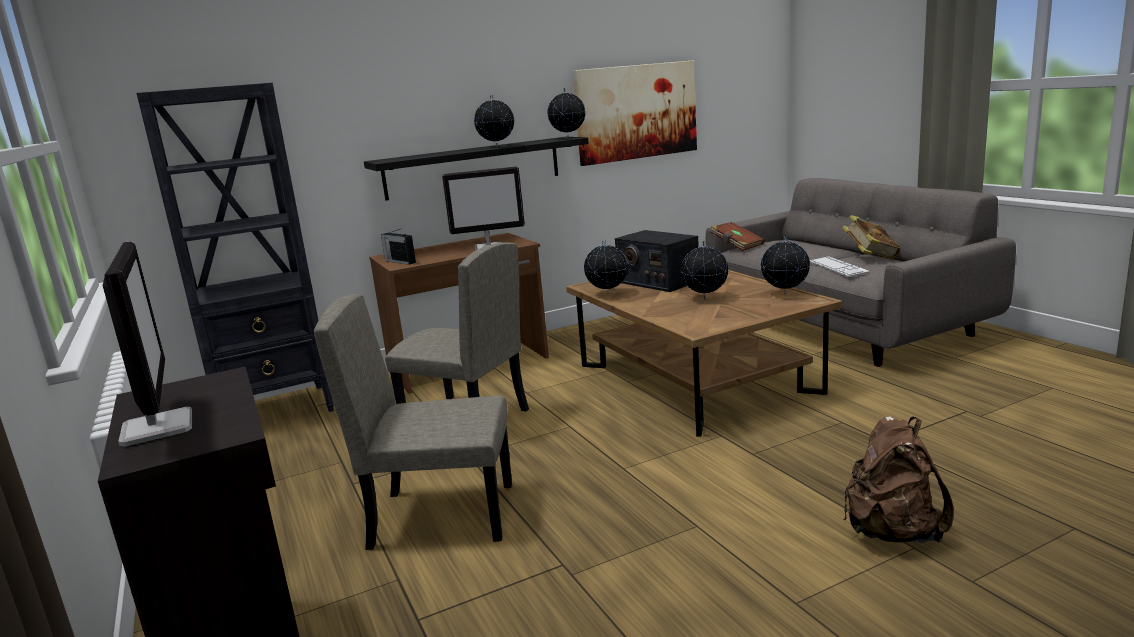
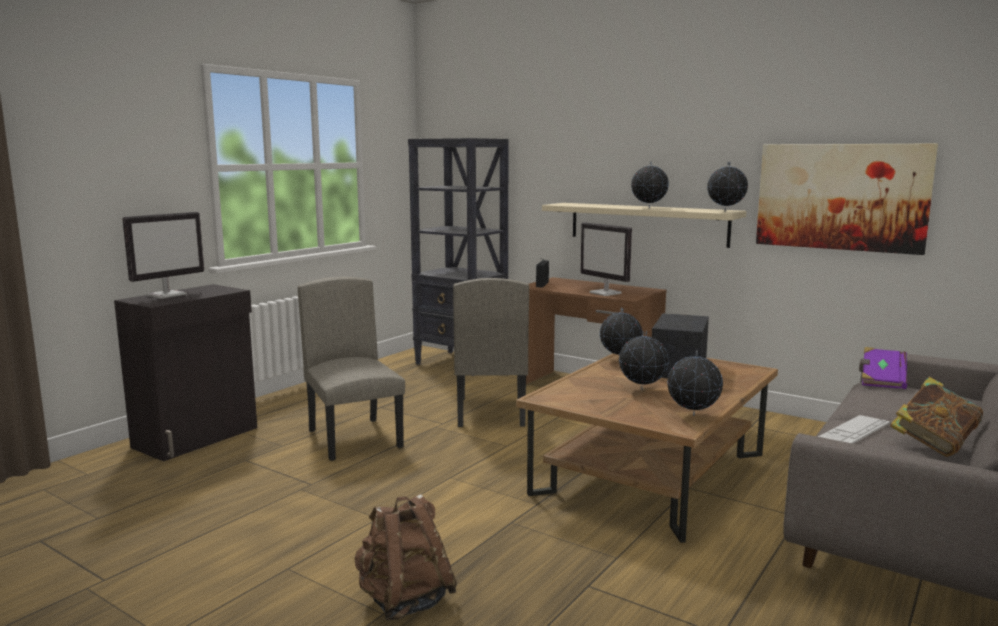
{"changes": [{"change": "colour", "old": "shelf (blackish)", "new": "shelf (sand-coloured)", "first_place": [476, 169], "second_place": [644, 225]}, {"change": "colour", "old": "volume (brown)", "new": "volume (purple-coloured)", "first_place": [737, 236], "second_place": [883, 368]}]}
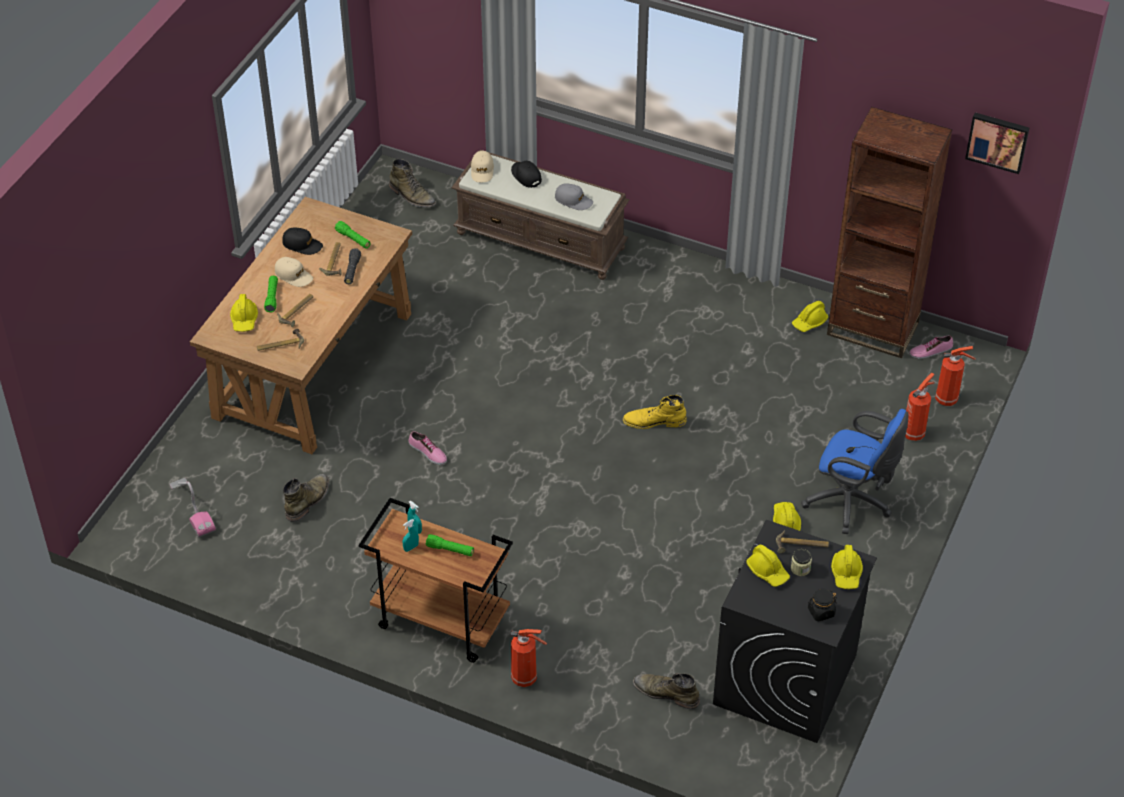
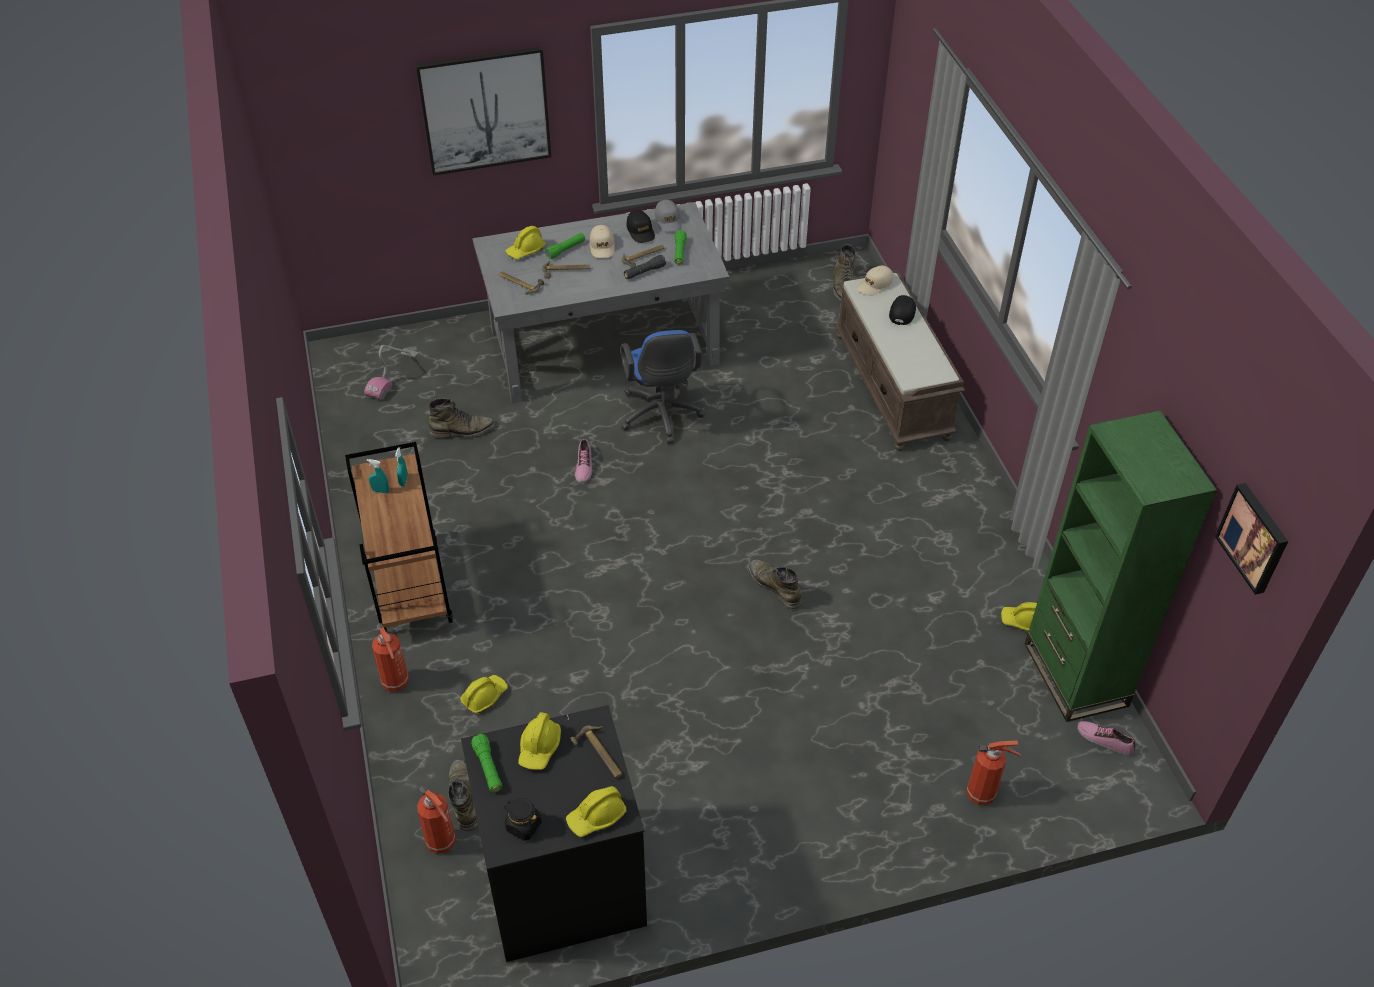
{"changes": [{"change": "colour", "old": "desk table (brown)", "new": "desk table (gray)", "first_place": [301, 325], "second_place": [601, 302]}, {"change": "relocated", "old": "torch (green)", "first_place": [449, 545], "second_place": [486, 763]}, {"change": "relocated", "old": "cap (gray)", "first_place": [574, 196], "second_place": [668, 216]}, {"change": "colour", "old": "boot (yellow)", "new": "boot (green)", "first_place": [655, 412], "second_place": [775, 584]}, {"change": "relocated", "old": "safety helmet (yellow)", "first_place": [787, 516], "second_place": [484, 694]}, {"change": "missing", "old": "storage jar", "first_place": [801, 562]}, {"change": "relocated", "old": "desk chair (blue-coloured)", "first_place": [854, 471], "second_place": [663, 387]}, {"change": "colour", "old": "shelving unit (brown)", "new": "shelving unit (green)", "first_place": [889, 232], "second_place": [1121, 566]}, {"change": "relocated", "old": "extinguisher", "first_place": [955, 376], "second_place": [436, 819]}, {"change": "appeared", "new": "picture", "second_place": [483, 111]}]}
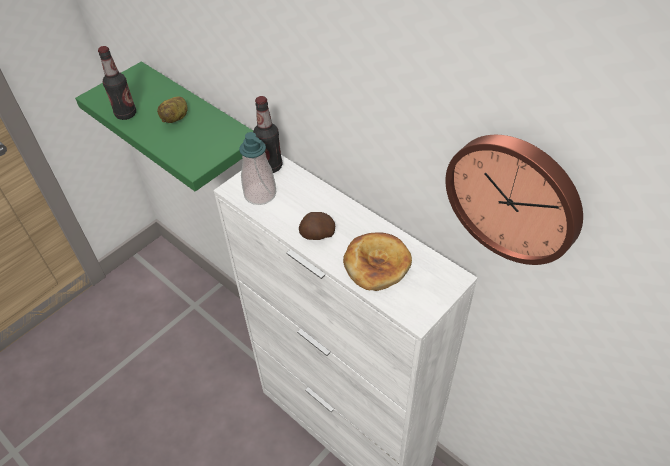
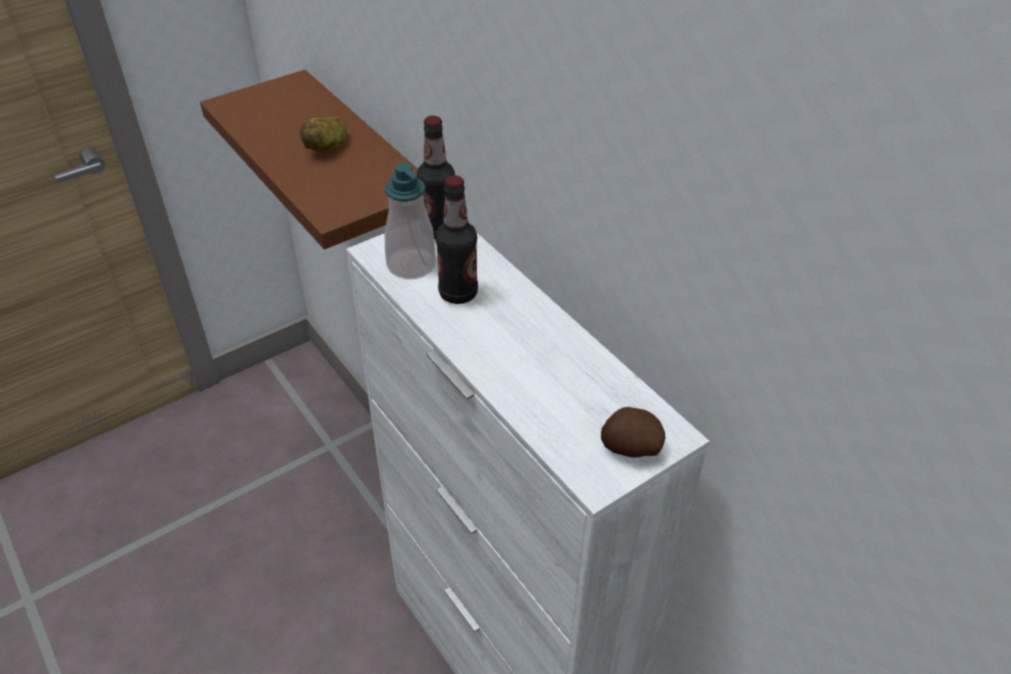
{"changes": [{"change": "colour", "old": "shelf (green)", "new": "shelf (brown)", "first_place": [164, 126], "second_place": [309, 160]}, {"change": "relocated", "old": "beverage bottle", "first_place": [117, 83], "second_place": [456, 239]}, {"change": "relocated", "old": "potato", "first_place": [317, 226], "second_place": [633, 432]}, {"change": "missing", "old": "bakery bread", "first_place": [377, 261]}, {"change": "missing", "old": "clock on the wall", "first_place": [514, 200]}]}
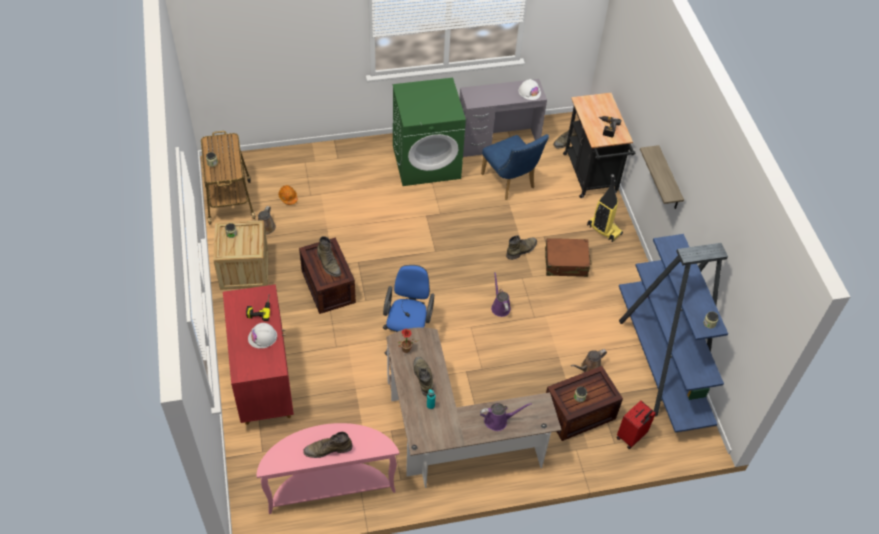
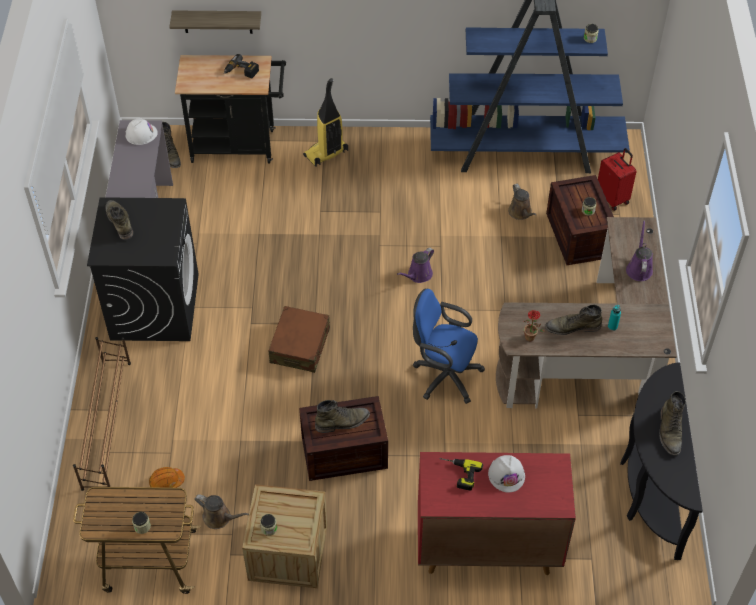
{"changes": [{"change": "colour", "old": "narrow table (pinkish)", "new": "narrow table (blackish)", "first_place": [328, 468], "second_place": [661, 461]}, {"change": "colour", "old": "washing machine (green)", "new": "washing machine (blackish)", "first_place": [429, 132], "second_place": [143, 269]}, {"change": "missing", "old": "upright chair (blue-coloured)", "first_place": [515, 167]}, {"change": "spun", "old": "watering pot (purple-coloured)", "first_place": [501, 294], "second_place": [415, 265], "degrees": -45}, {"change": "relocated", "old": "boot (green)", "first_place": [521, 247], "second_place": [119, 220]}, {"change": "relocated", "old": "suitcase (brown)", "first_place": [568, 257], "second_place": [299, 339]}, {"change": "relocated", "old": "shelf", "first_place": [662, 177], "second_place": [215, 22]}, {"change": "appeared", "new": "shoe rack (brown)", "second_place": [102, 414]}]}
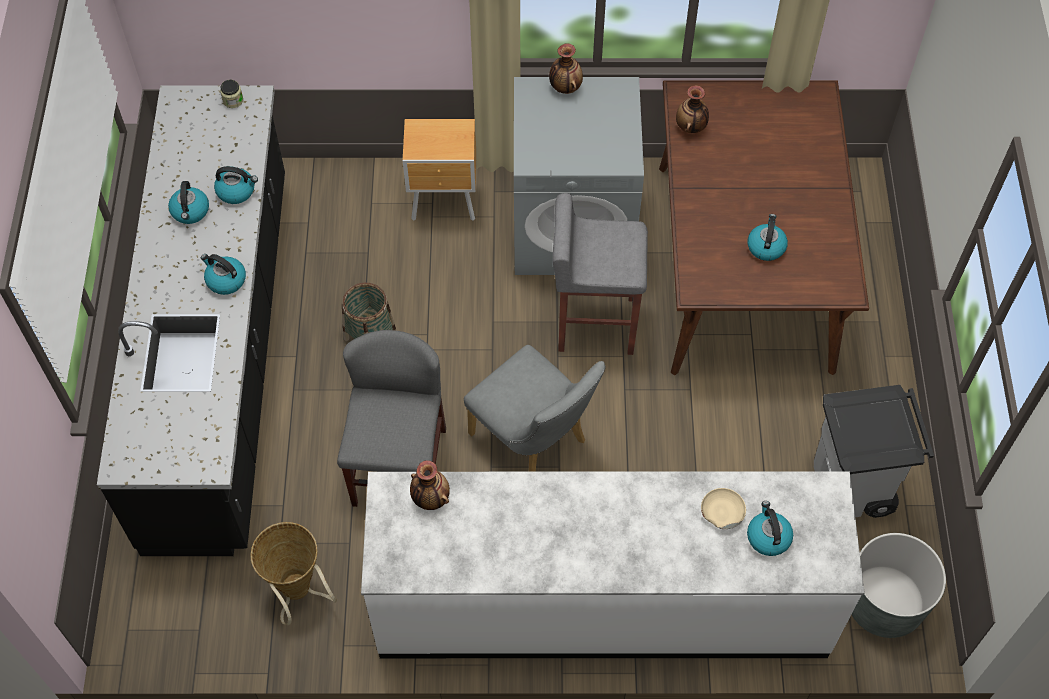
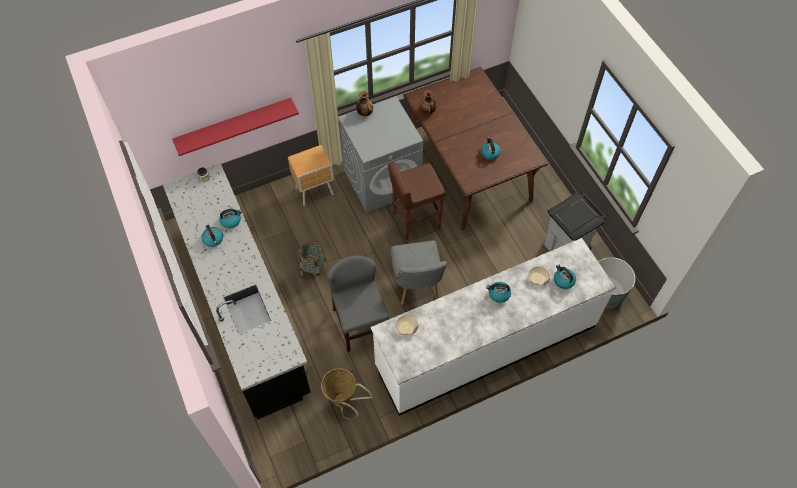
{"changes": [{"change": "relocated", "old": "tea kettle", "first_place": [223, 274], "second_place": [498, 292]}, {"change": "exchanged", "old": "vase", "new": "bowl (sand-coloured)", "first_place": [430, 485], "second_place": [407, 325]}, {"change": "spun", "old": "upright chair (gray)", "first_place": [535, 408], "second_place": [419, 273], "degrees": 60}, {"change": "colour", "old": "sitting stool (gray)", "new": "sitting stool (brown)", "first_place": [600, 274], "second_place": [417, 201]}, {"change": "appeared", "new": "shelf (reddish)", "second_place": [235, 127]}]}
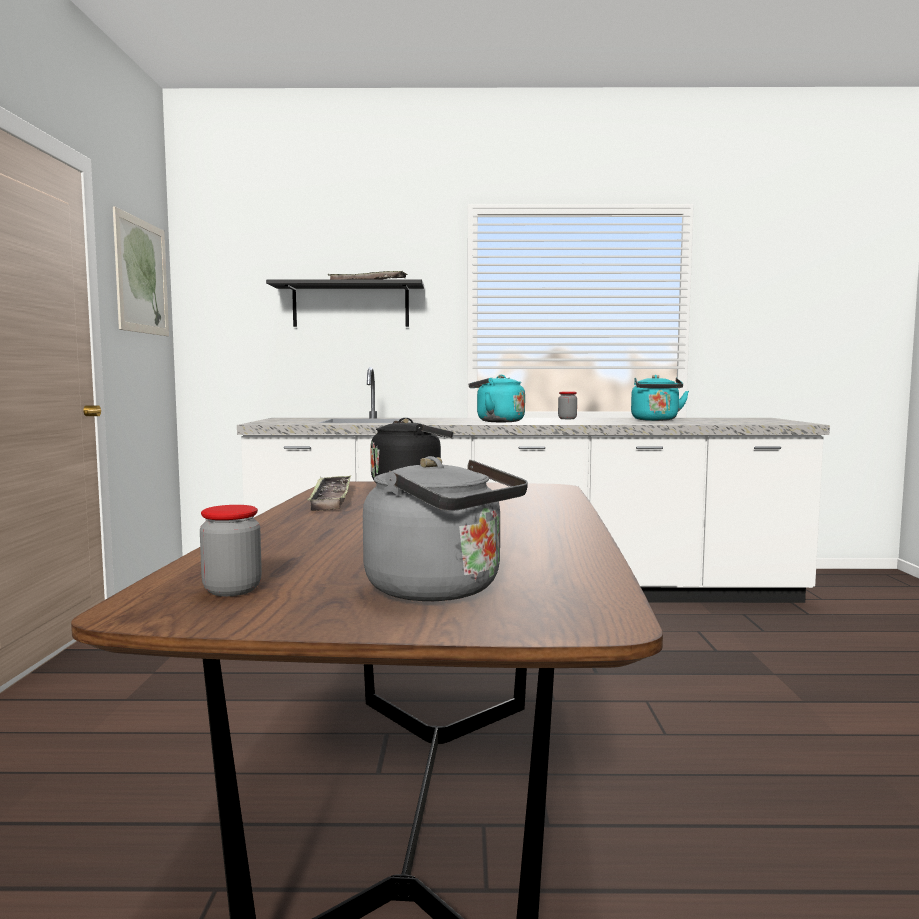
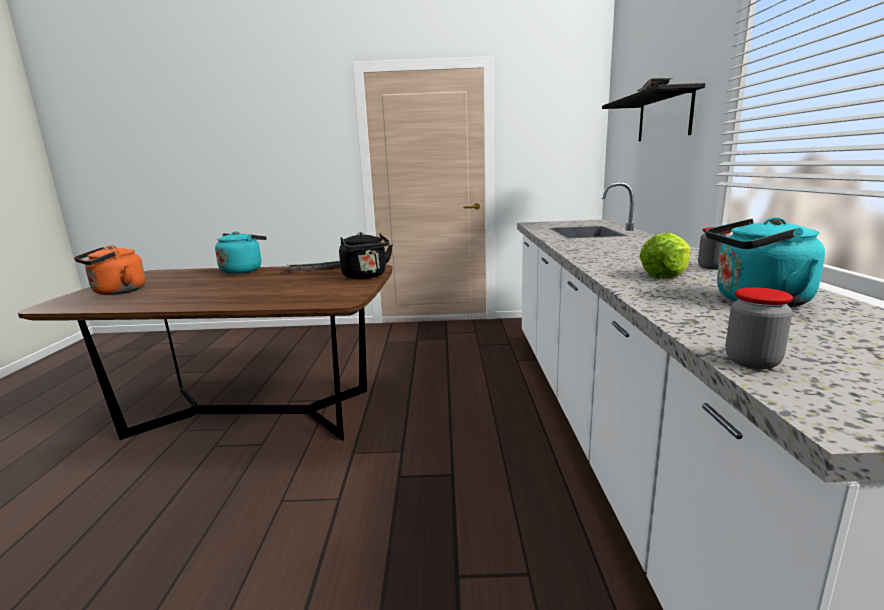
{"changes": [{"change": "missing", "old": "picture", "first_place": [141, 271]}, {"change": "relocated", "old": "storage jar", "first_place": [231, 550], "second_place": [759, 328]}, {"change": "colour", "old": "tea kettle (gray)", "new": "tea kettle (orange-coloured)", "first_place": [445, 528], "second_place": [110, 270]}, {"change": "relocated", "old": "tea kettle (turquoise)", "first_place": [496, 398], "second_place": [241, 252]}, {"change": "appeared", "new": "lettuce head", "second_place": [665, 255]}]}
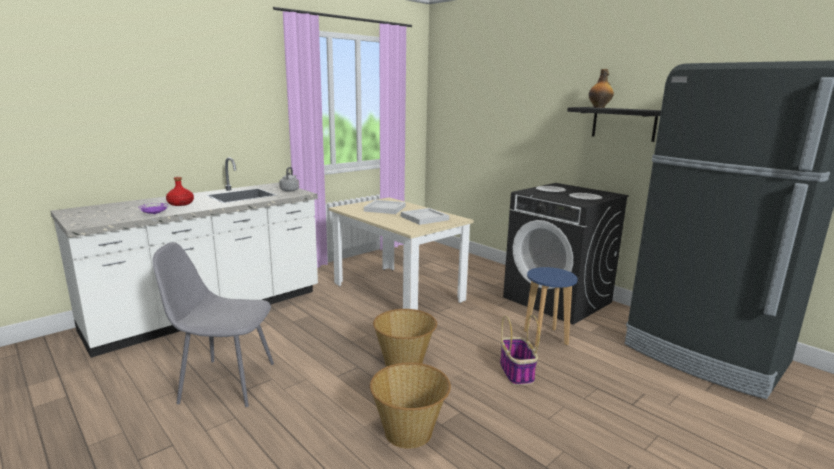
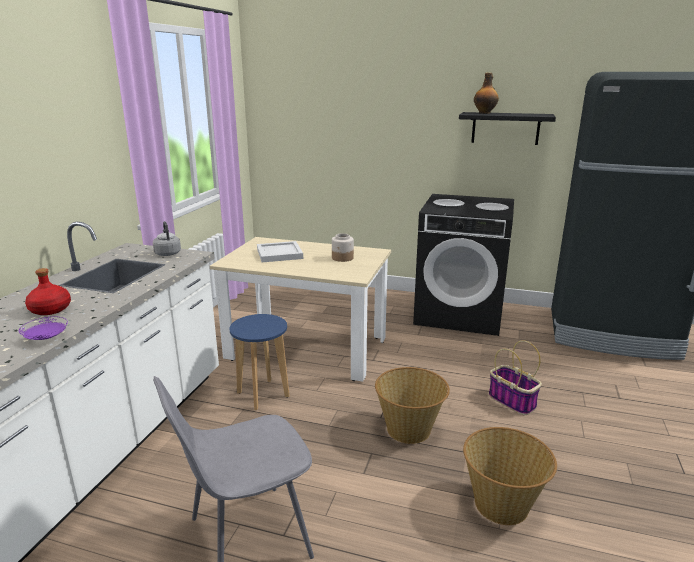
{"changes": [{"change": "exchanged", "old": "tray (white)", "new": "storage jar", "first_place": [425, 216], "second_place": [343, 247]}, {"change": "relocated", "old": "sitting stool (blue-coloured)", "first_place": [551, 307], "second_place": [259, 362]}]}
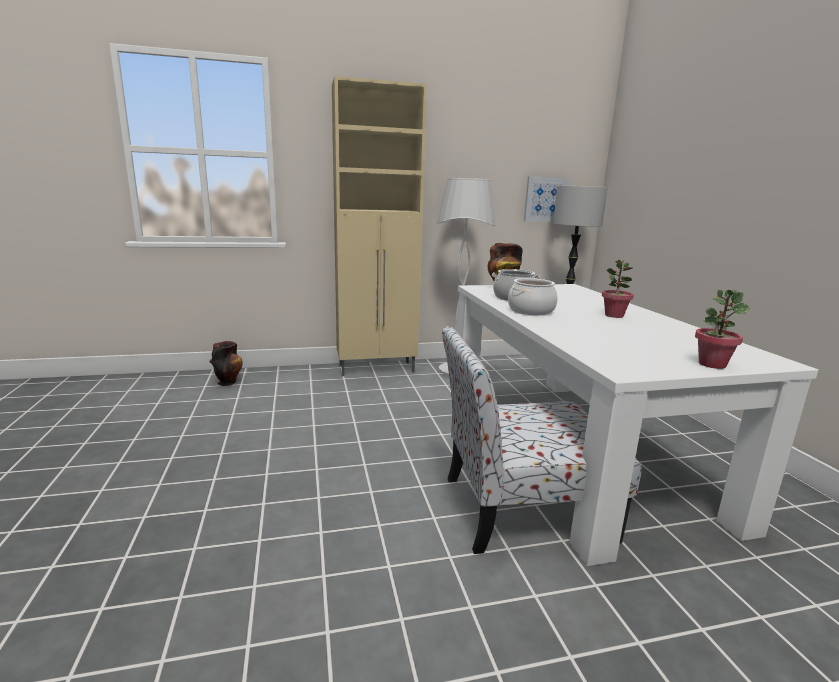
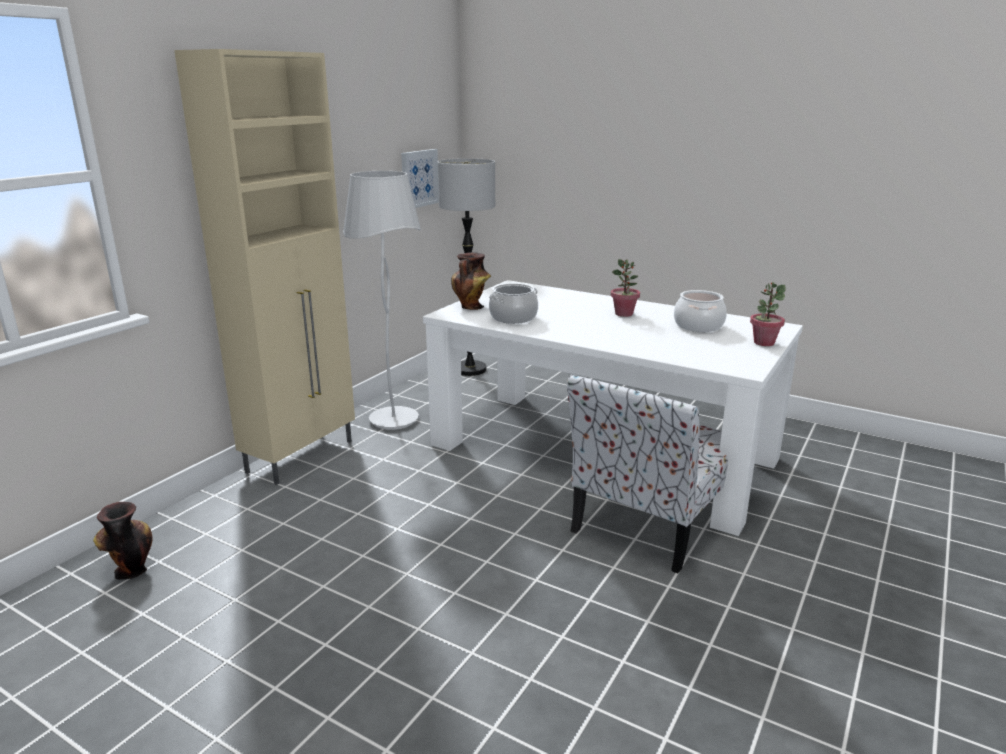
{"changes": [{"change": "relocated", "old": "cooking pot", "first_place": [532, 296], "second_place": [700, 311]}]}
